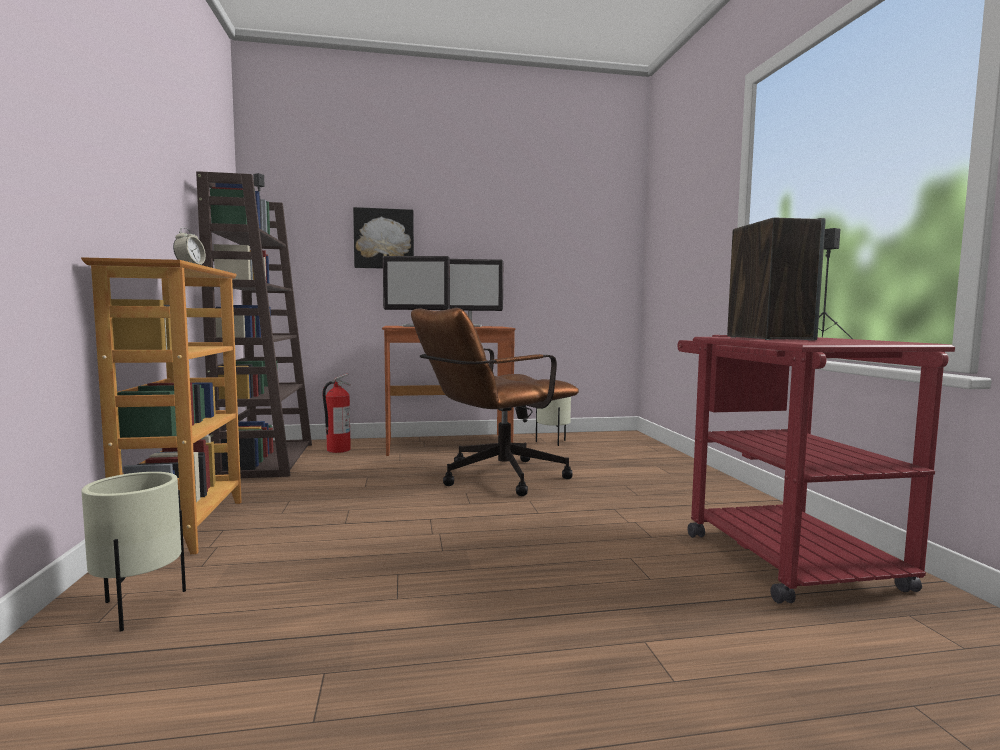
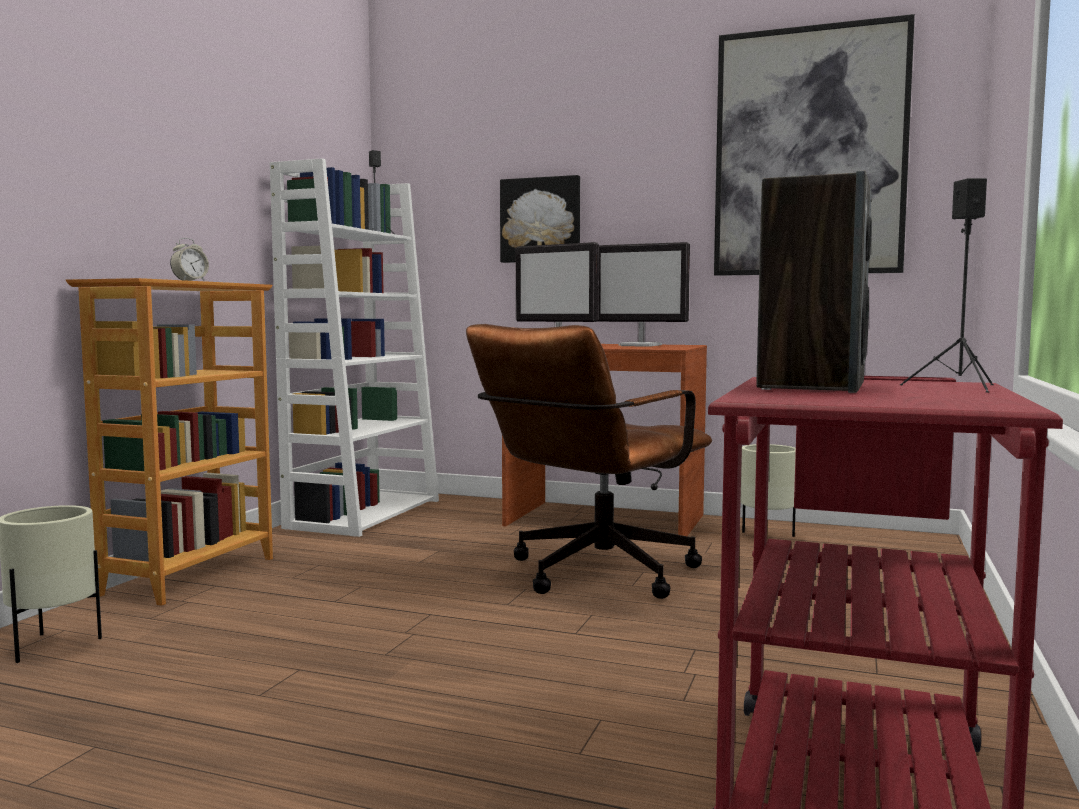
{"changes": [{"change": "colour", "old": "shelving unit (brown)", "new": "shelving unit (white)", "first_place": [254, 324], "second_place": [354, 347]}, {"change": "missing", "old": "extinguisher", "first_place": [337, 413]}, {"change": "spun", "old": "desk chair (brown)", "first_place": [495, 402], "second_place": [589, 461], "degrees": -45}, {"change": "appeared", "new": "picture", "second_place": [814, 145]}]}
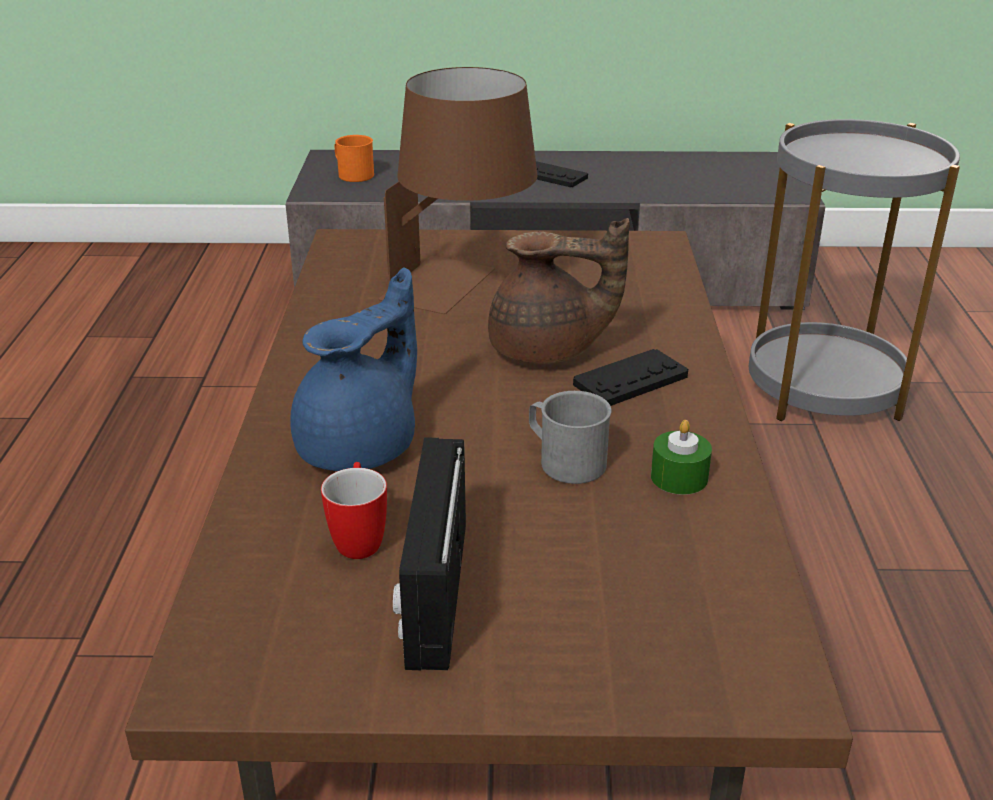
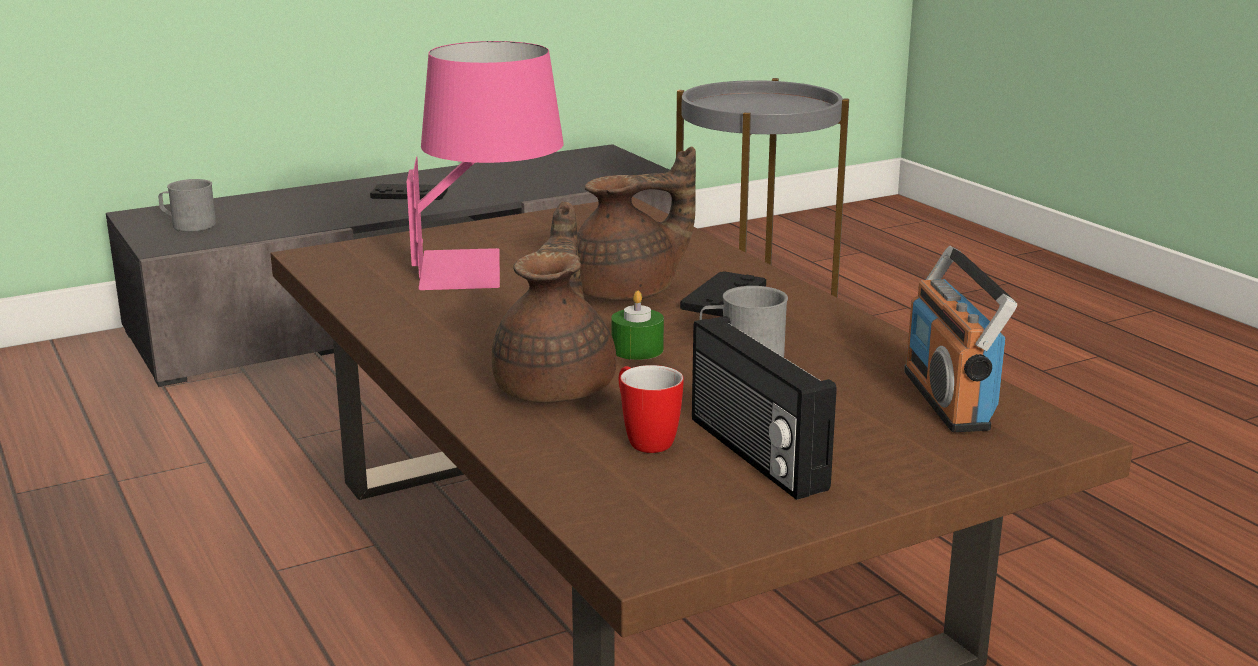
{"changes": [{"change": "colour", "old": "teapot (blue-coloured)", "new": "teapot (brown)", "first_place": [353, 369], "second_place": [554, 302]}, {"change": "colour", "old": "tea mug (orange-coloured)", "new": "tea mug (gray)", "first_place": [354, 158], "second_place": [187, 205]}, {"change": "colour", "old": "table lamp (brown)", "new": "table lamp (pinkish)", "first_place": [458, 190], "second_place": [485, 165]}, {"change": "relocated", "old": "wax light (green)", "first_place": [681, 457], "second_place": [637, 325]}, {"change": "appeared", "new": "radio", "second_place": [960, 339]}]}
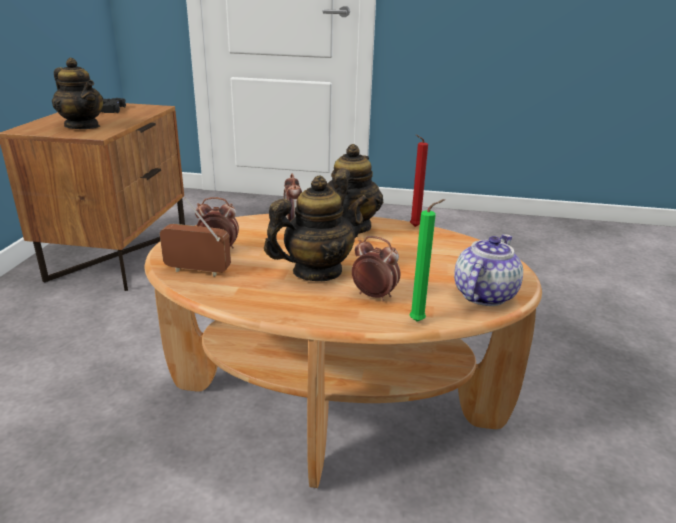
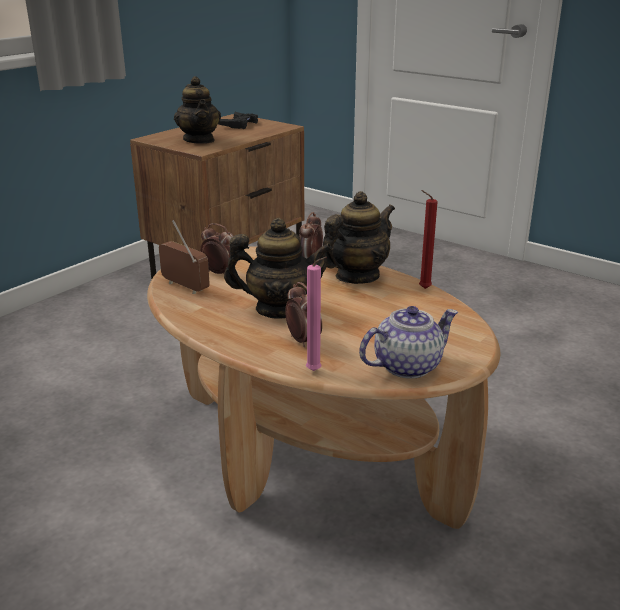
{"changes": [{"change": "colour", "old": "wax light (green)", "new": "wax light (pinkish)", "first_place": [427, 260], "second_place": [316, 314]}]}
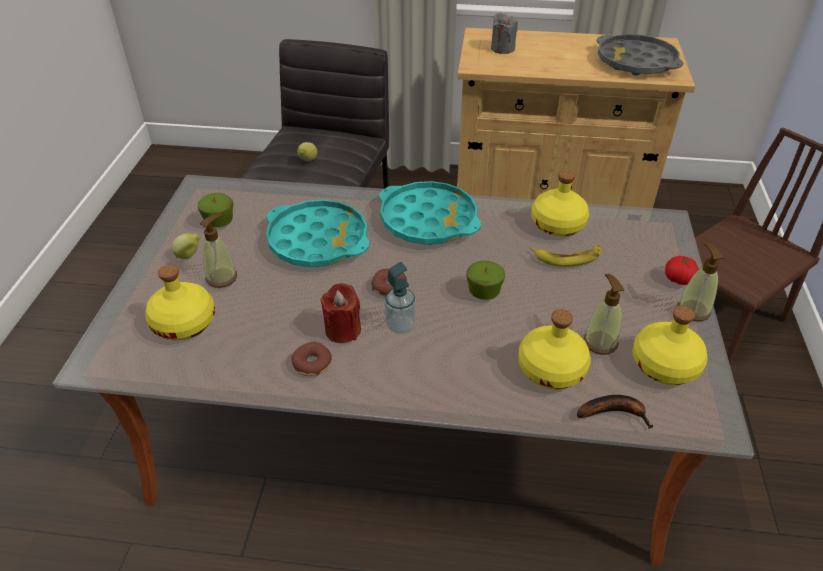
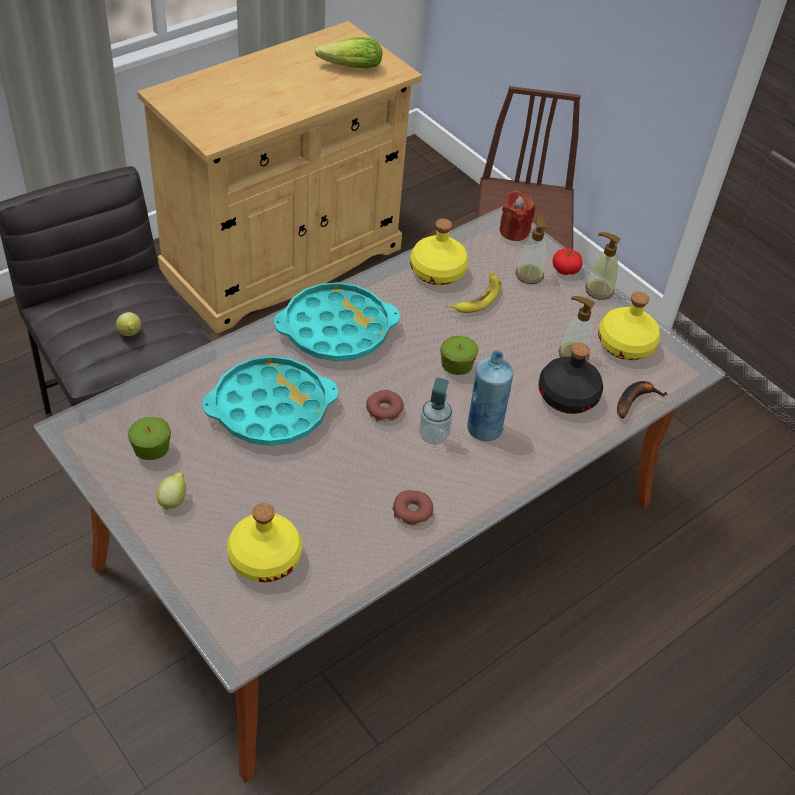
{"changes": [{"change": "relocated", "old": "liquid soap bottle", "first_place": [218, 251], "second_place": [531, 249]}, {"change": "relocated", "old": "wax light (reddish)", "first_place": [340, 313], "second_place": [517, 215]}, {"change": "missing", "old": "wax light (gray)", "first_place": [504, 33]}, {"change": "colour", "old": "beverage bottle (yellow)", "new": "beverage bottle (blackish)", "first_place": [554, 349], "second_place": [570, 378]}, {"change": "exchanged", "old": "tray (gray)", "new": "lettuce head", "first_place": [639, 55], "second_place": [348, 53]}, {"change": "appeared", "new": "beverage bottle (blue-coloured)", "second_place": [490, 395]}]}
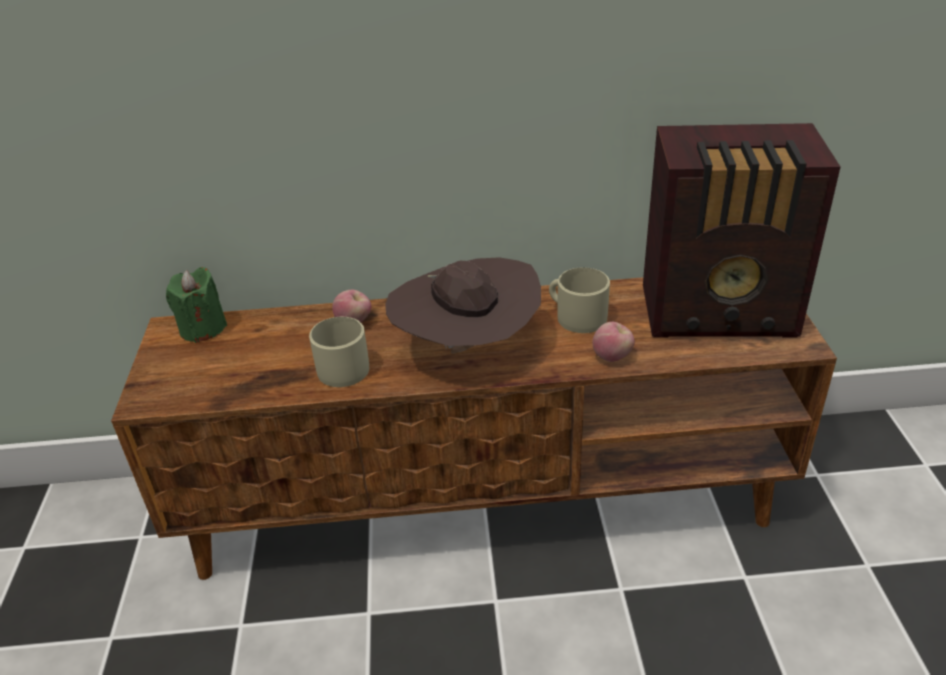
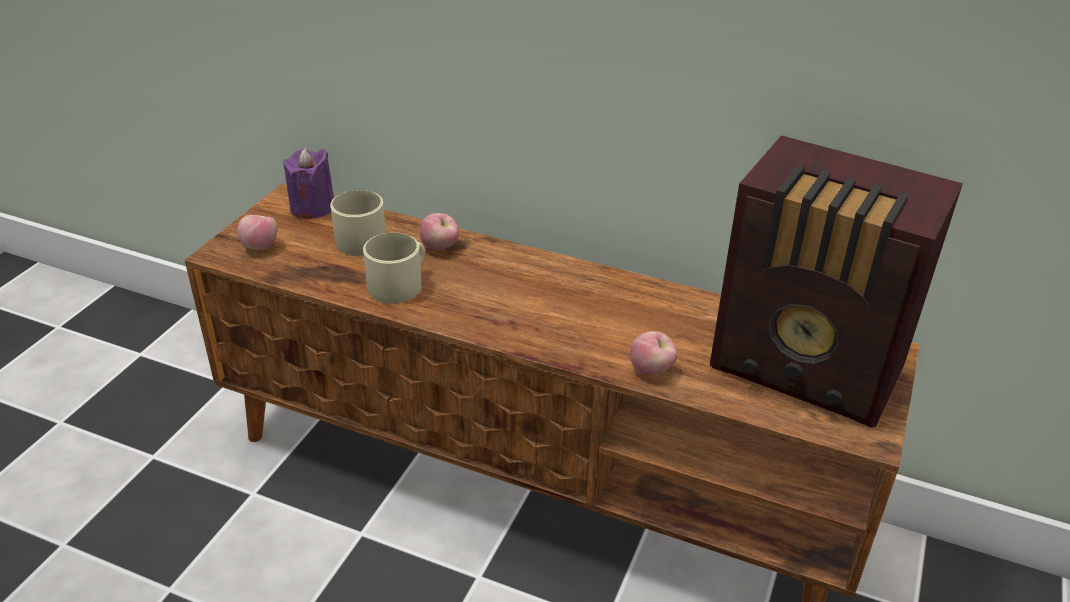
{"changes": [{"change": "colour", "old": "wax light (green)", "new": "wax light (purple-coloured)", "first_place": [196, 305], "second_place": [309, 183]}, {"change": "missing", "old": "wearable hat (brown)", "first_place": [463, 305]}, {"change": "relocated", "old": "tea mug (sand-coloured)", "first_place": [579, 300], "second_place": [358, 223]}, {"change": "appeared", "new": "whole apple", "second_place": [257, 232]}]}
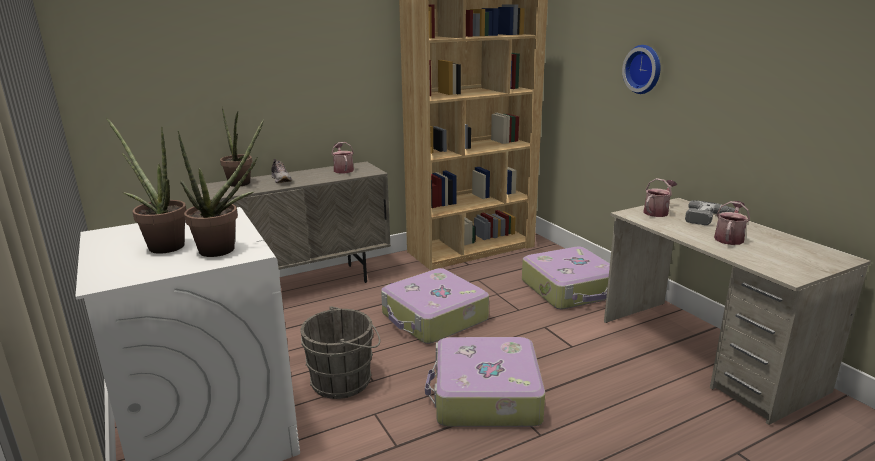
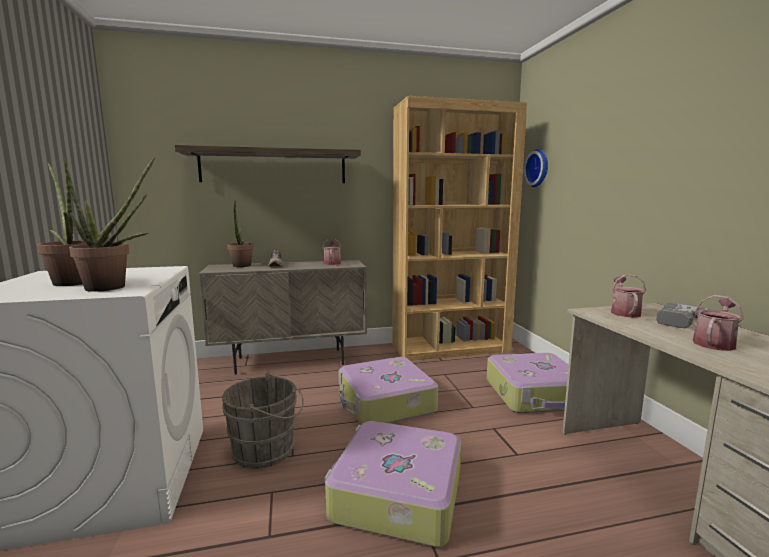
{"changes": [{"change": "relocated", "old": "clock on the wall", "first_place": [641, 69], "second_place": [536, 168]}, {"change": "spun", "old": "watering pot", "first_place": [660, 197], "second_place": [628, 296], "degrees": -45}, {"change": "appeared", "new": "shelf", "second_place": [268, 164]}]}
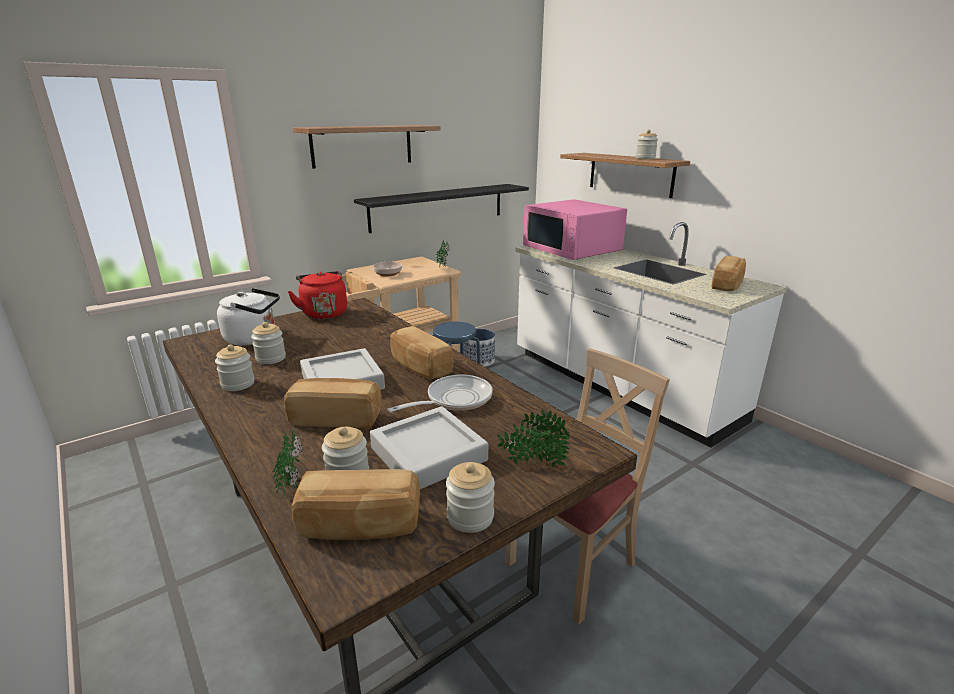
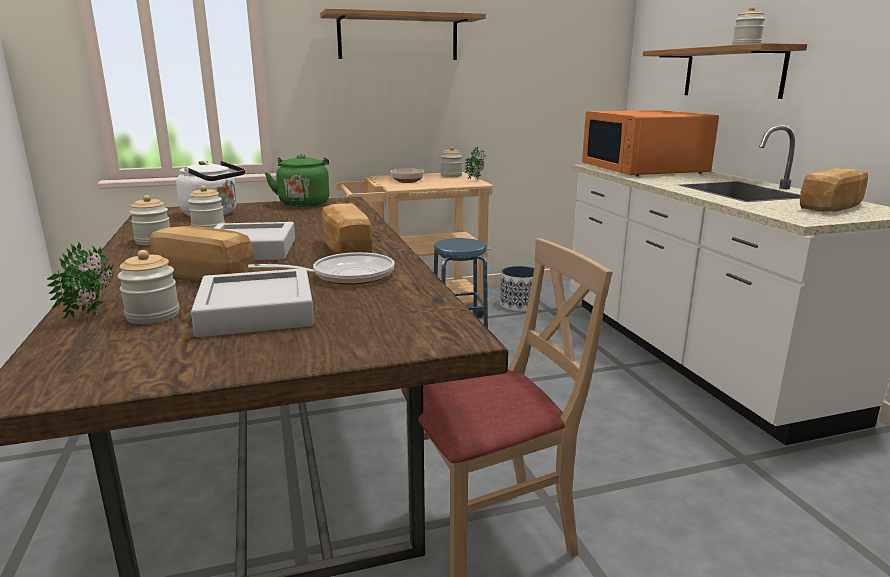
{"changes": [{"change": "colour", "old": "tea kettle (reddish)", "new": "tea kettle (green)", "first_place": [317, 295], "second_place": [297, 180]}, {"change": "missing", "old": "bakery bread", "first_place": [356, 504]}, {"change": "missing", "old": "shelf (blackish)", "first_place": [441, 208]}, {"change": "relocated", "old": "storage jar", "first_place": [470, 497], "second_place": [451, 162]}, {"change": "missing", "old": "potted plant", "first_place": [533, 439]}, {"change": "colour", "old": "kitchen microwave (pinkish)", "new": "kitchen microwave (orange-coloured)", "first_place": [575, 229], "second_place": [650, 143]}]}
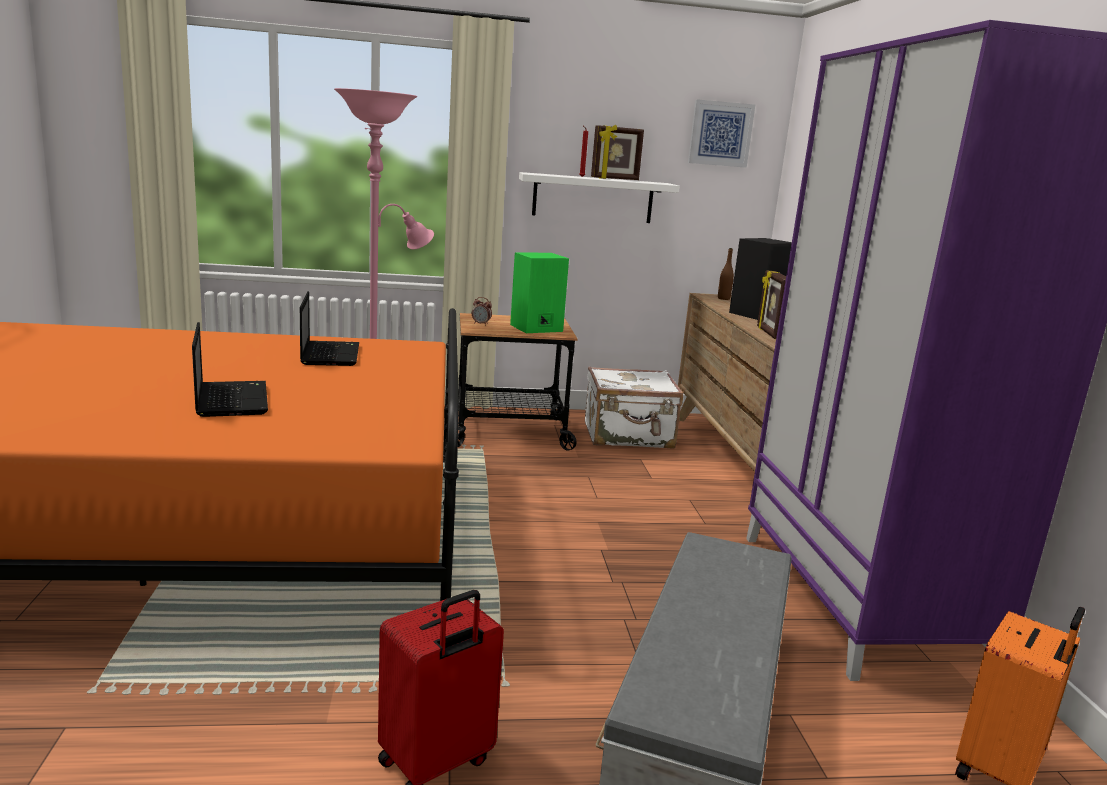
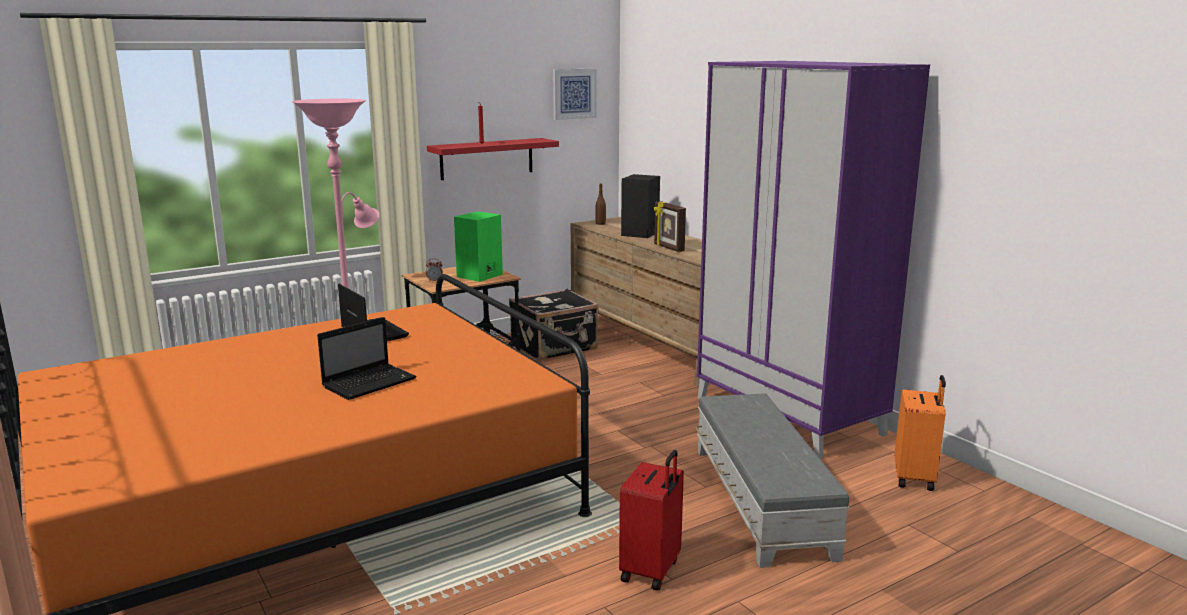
{"changes": [{"change": "spun", "old": "laptop", "first_place": [230, 369], "second_place": [367, 358], "degrees": 90}, {"change": "colour", "old": "shelf (white)", "new": "shelf (reddish)", "first_place": [599, 197], "second_place": [493, 159]}, {"change": "colour", "old": "suitcase (white)", "new": "suitcase (blackish)", "first_place": [634, 407], "second_place": [553, 325]}, {"change": "missing", "old": "picture frame", "first_place": [617, 152]}]}
